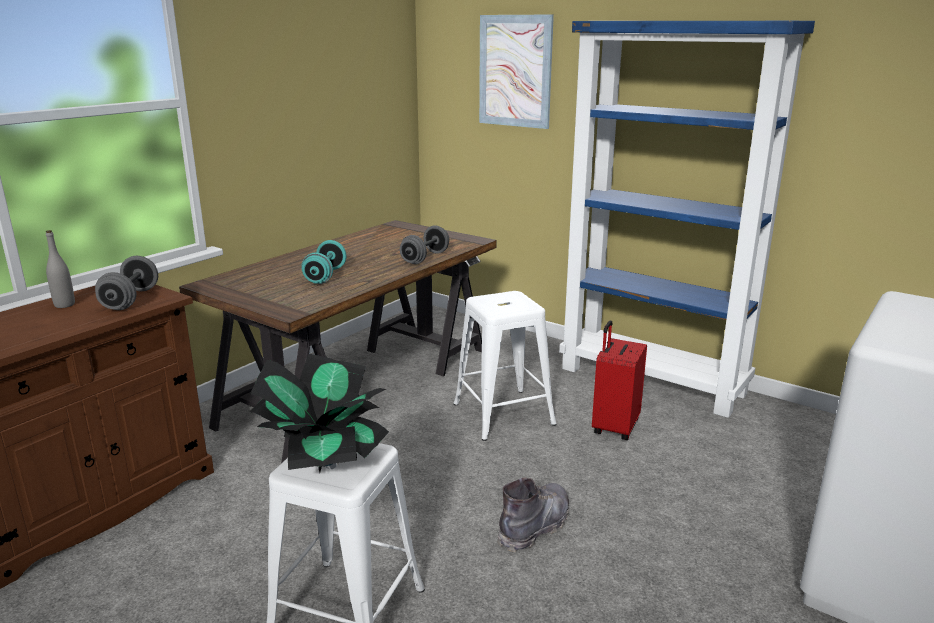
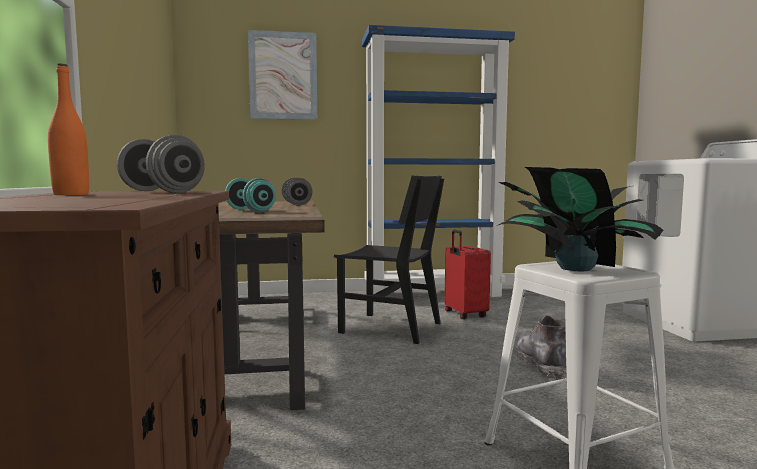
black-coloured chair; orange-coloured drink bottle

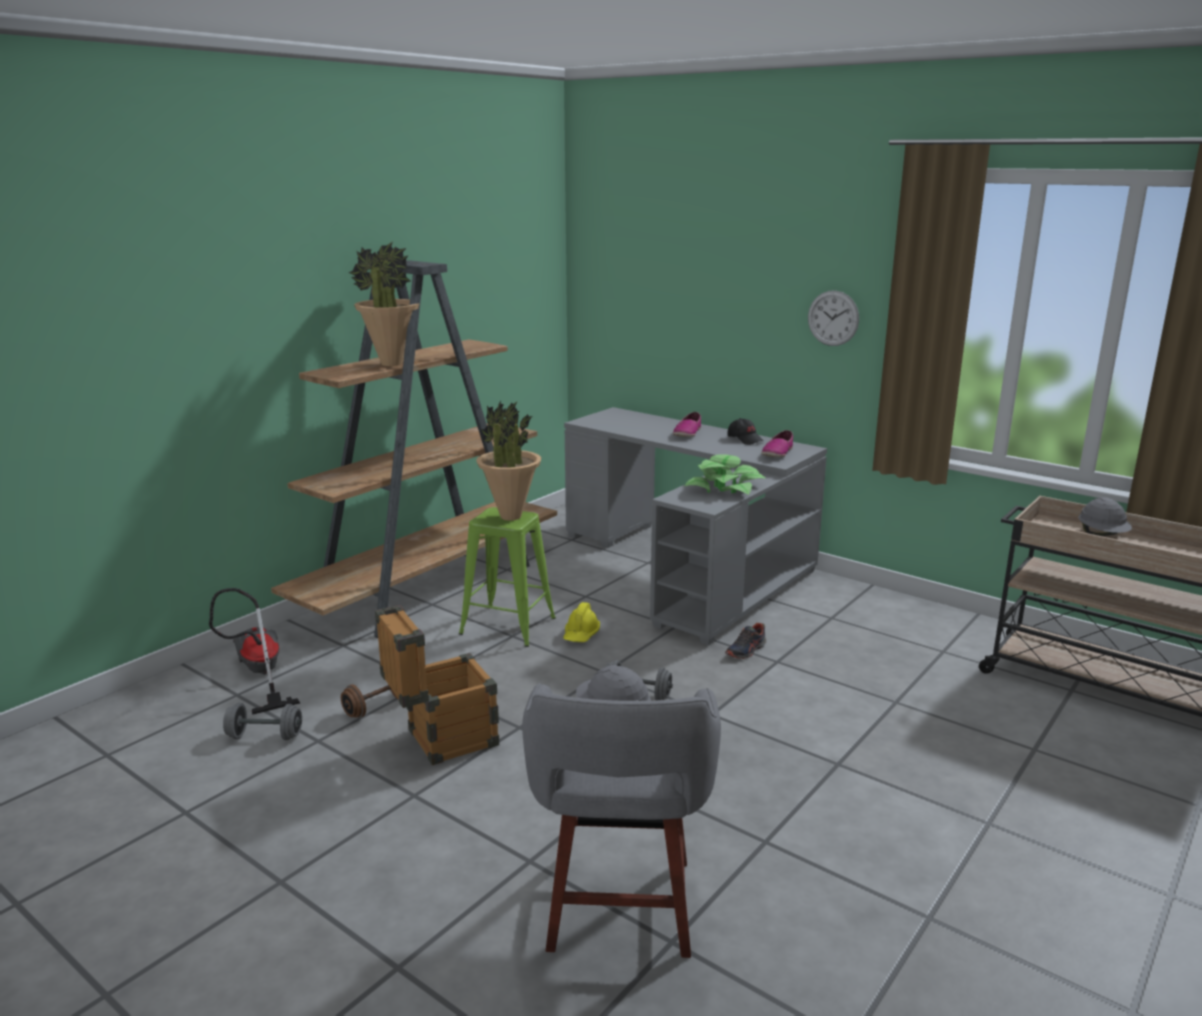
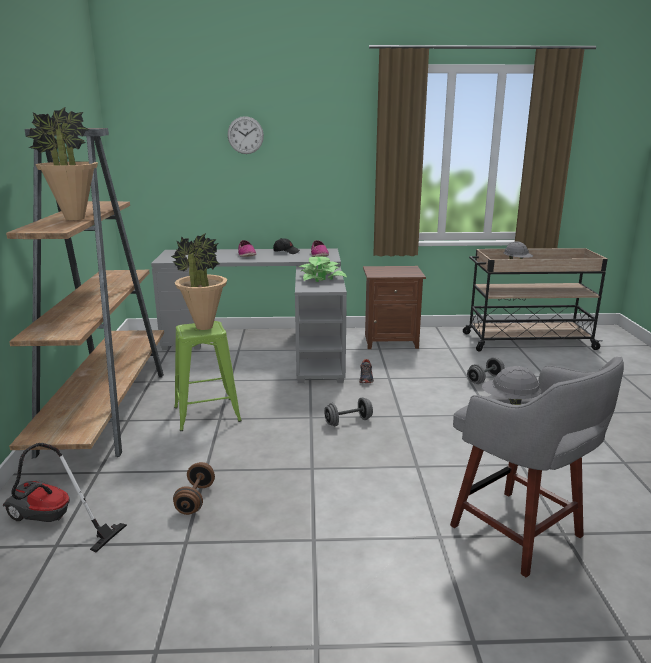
shipping crate; yellow-coloured hard hat; brown-coloured nightstand; gray dumbbell (2nd from left); hanging clock

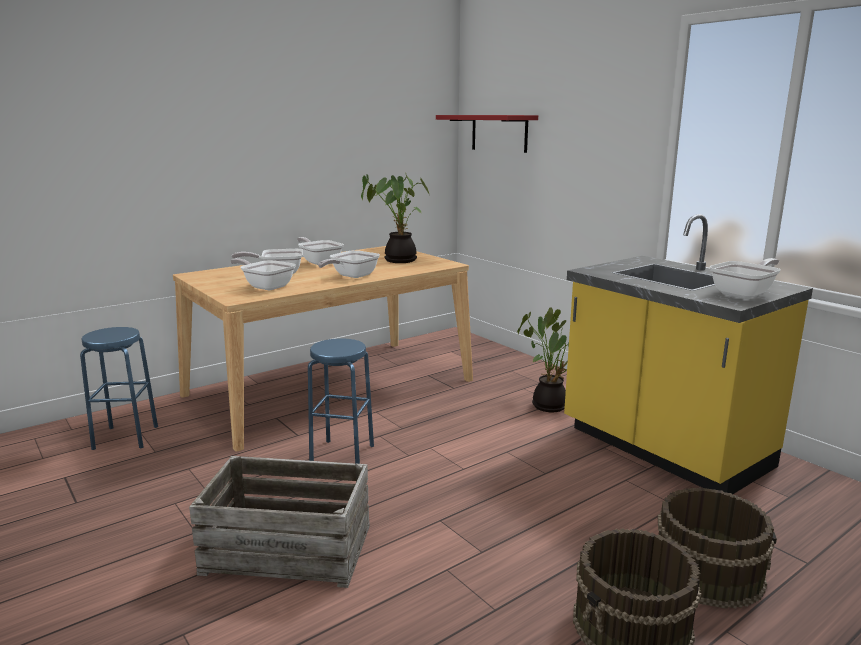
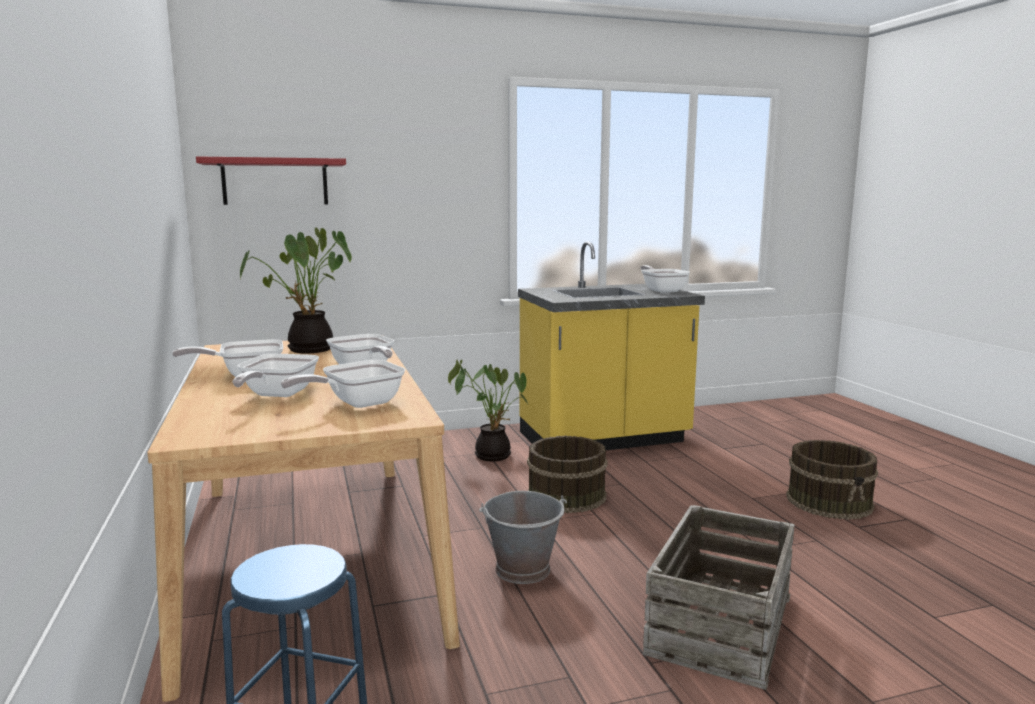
brown-coloured bucket (1st from left); gray bucket

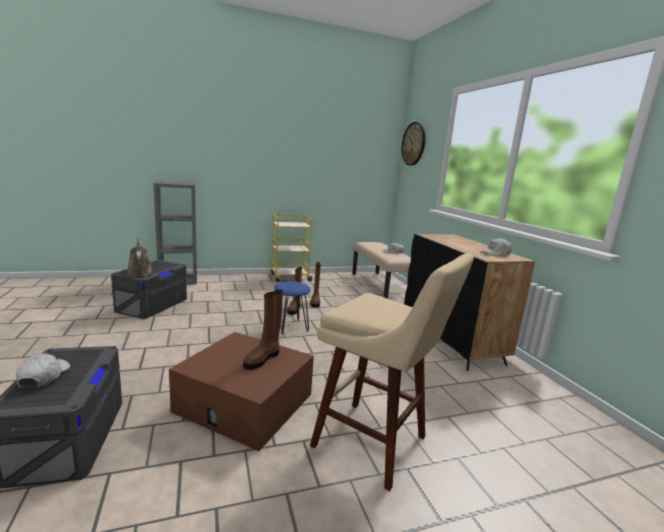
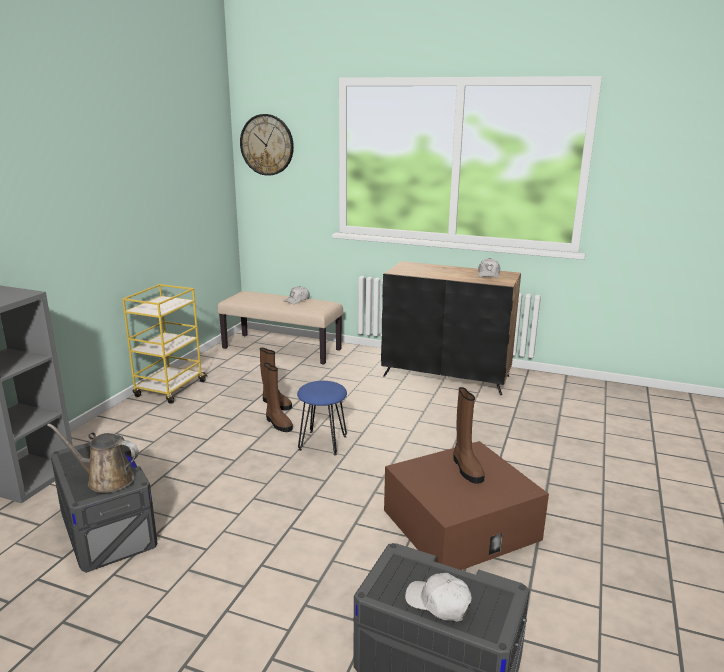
sand-coloured sitting stool

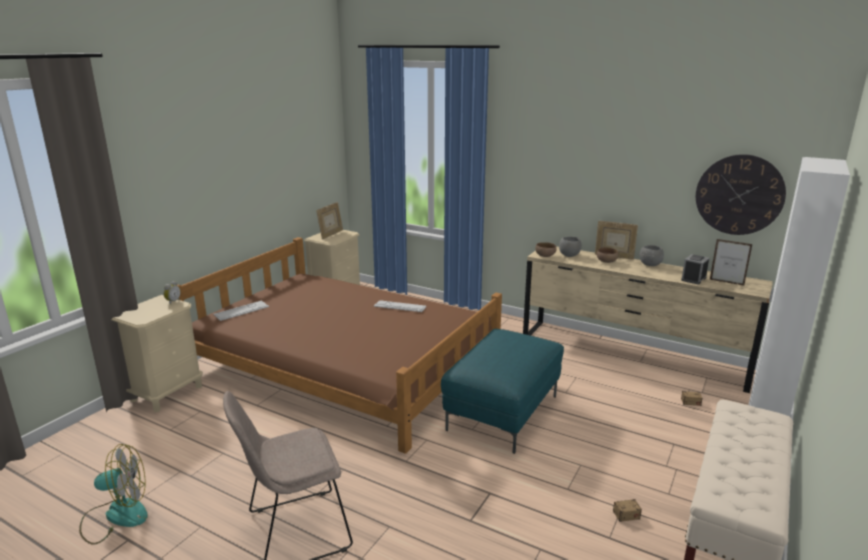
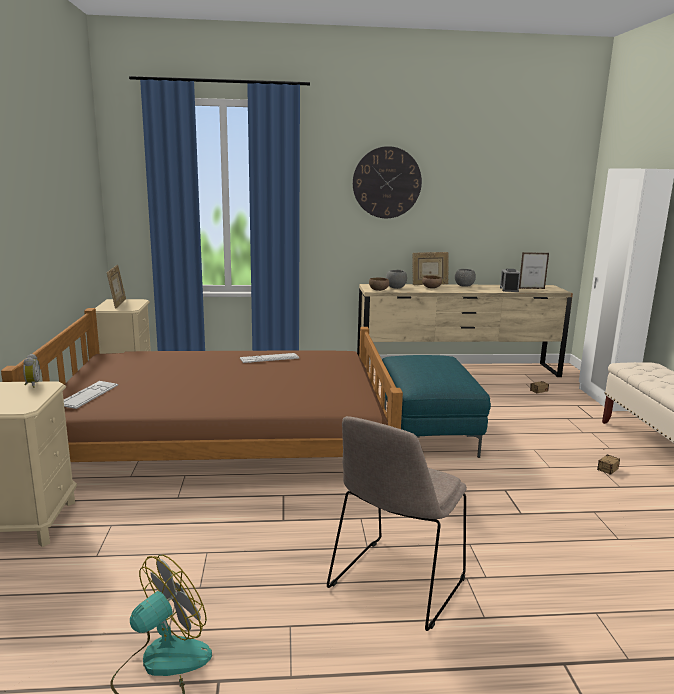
hanging clock

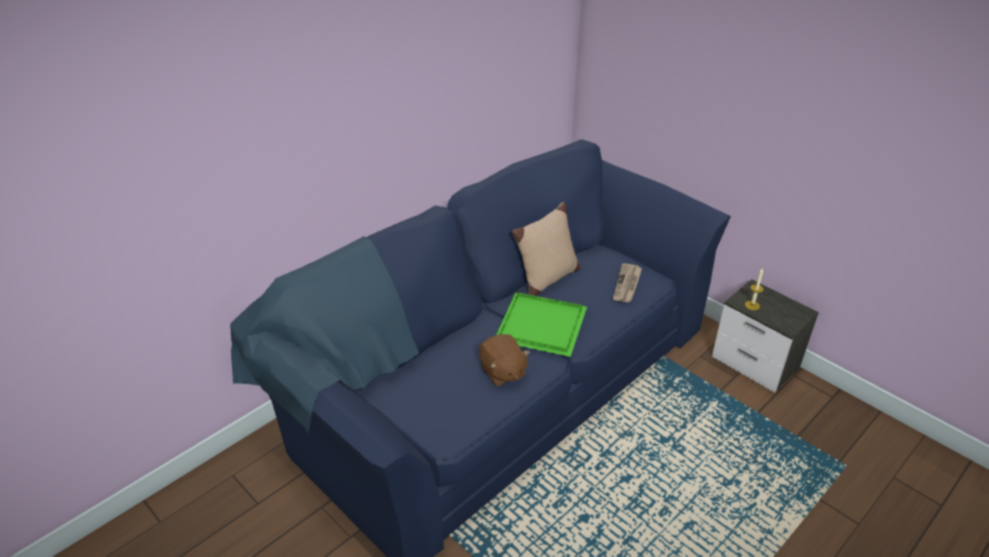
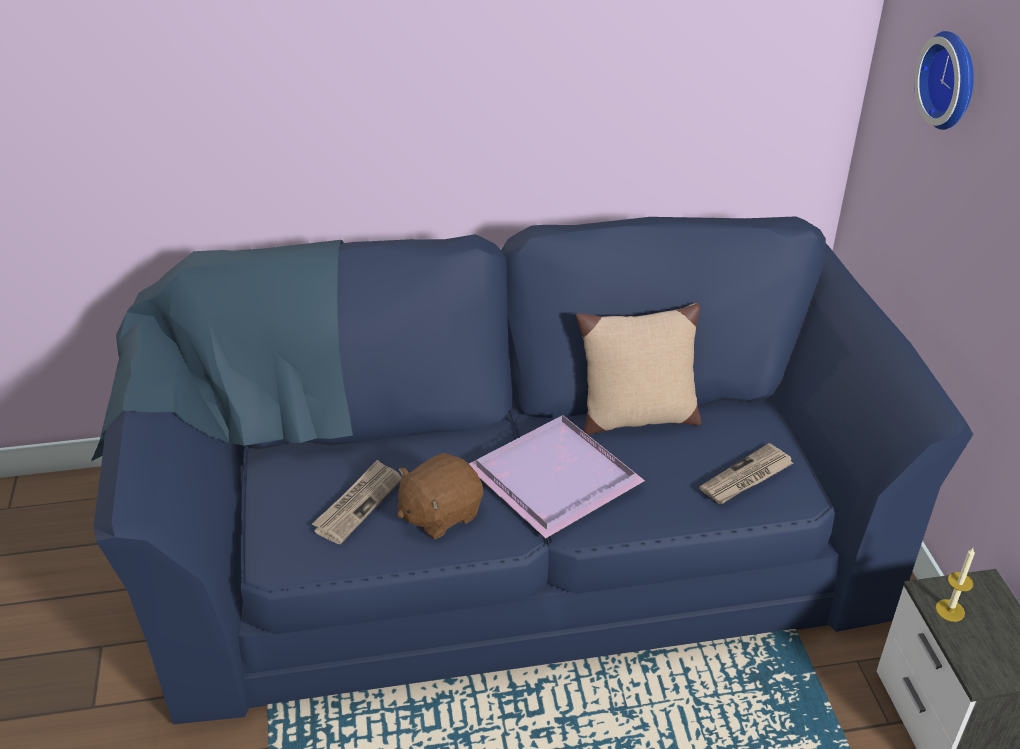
newspaper (1st from left); hanging clock; purple serving tray; brown-coloured plush toy

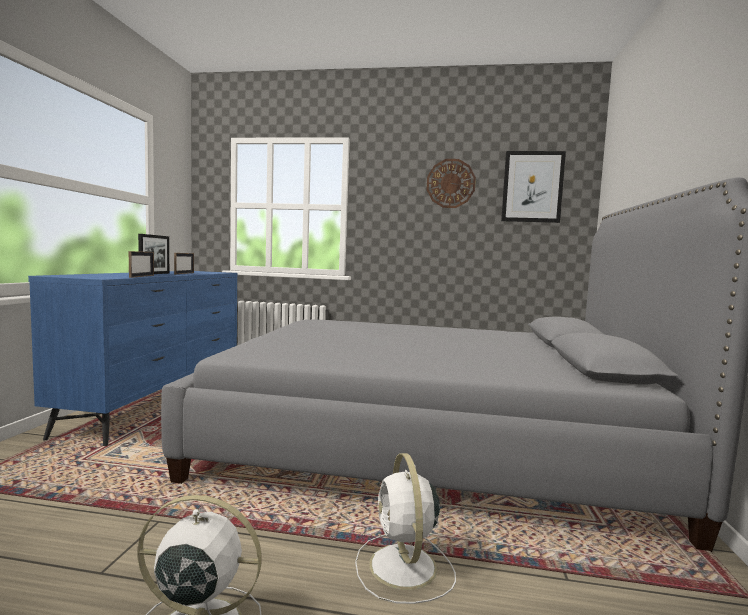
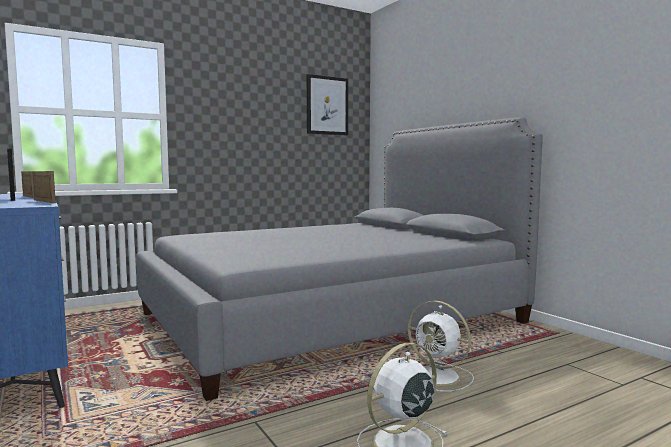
hanging clock

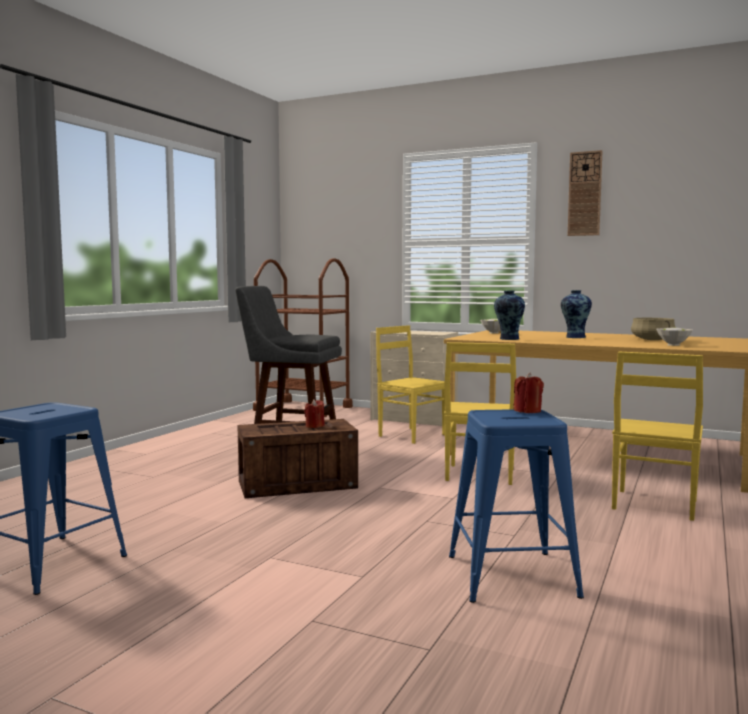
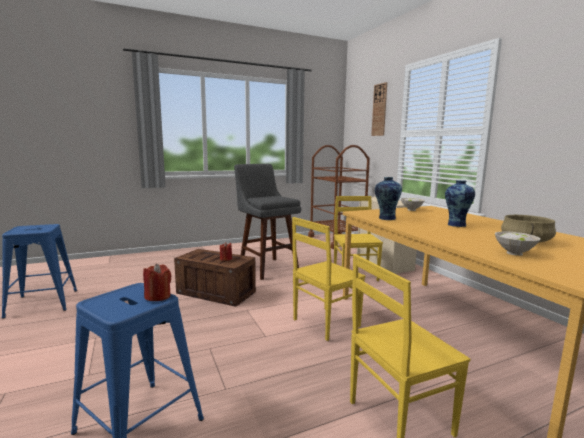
hanging clock

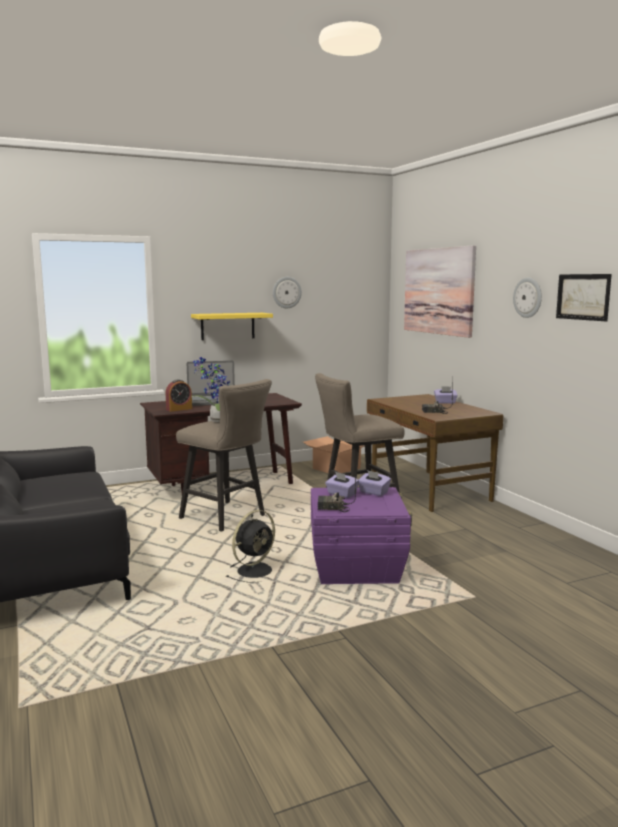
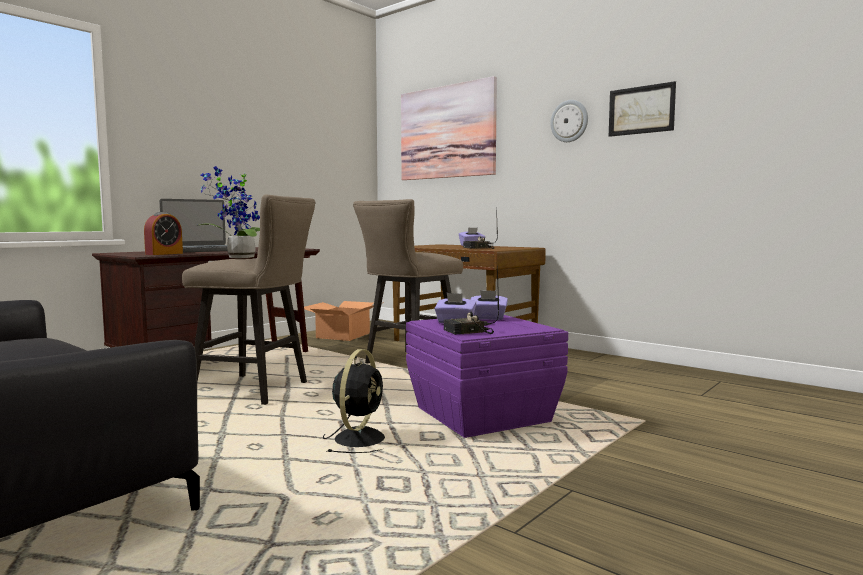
yellow-coloured bracket shelf; hanging clock (1st from left in the first image)

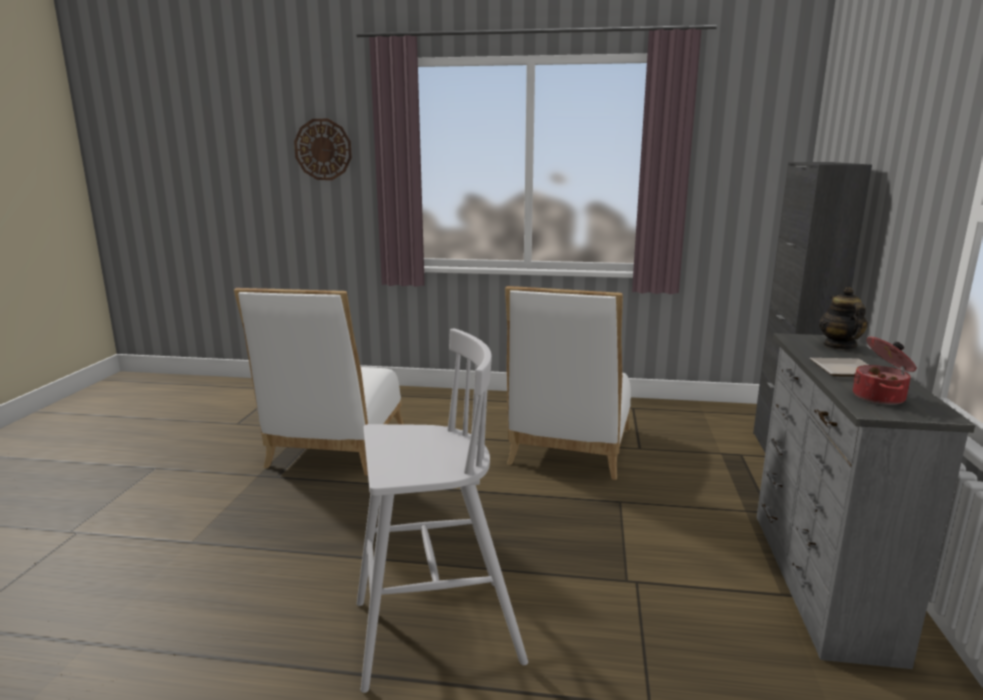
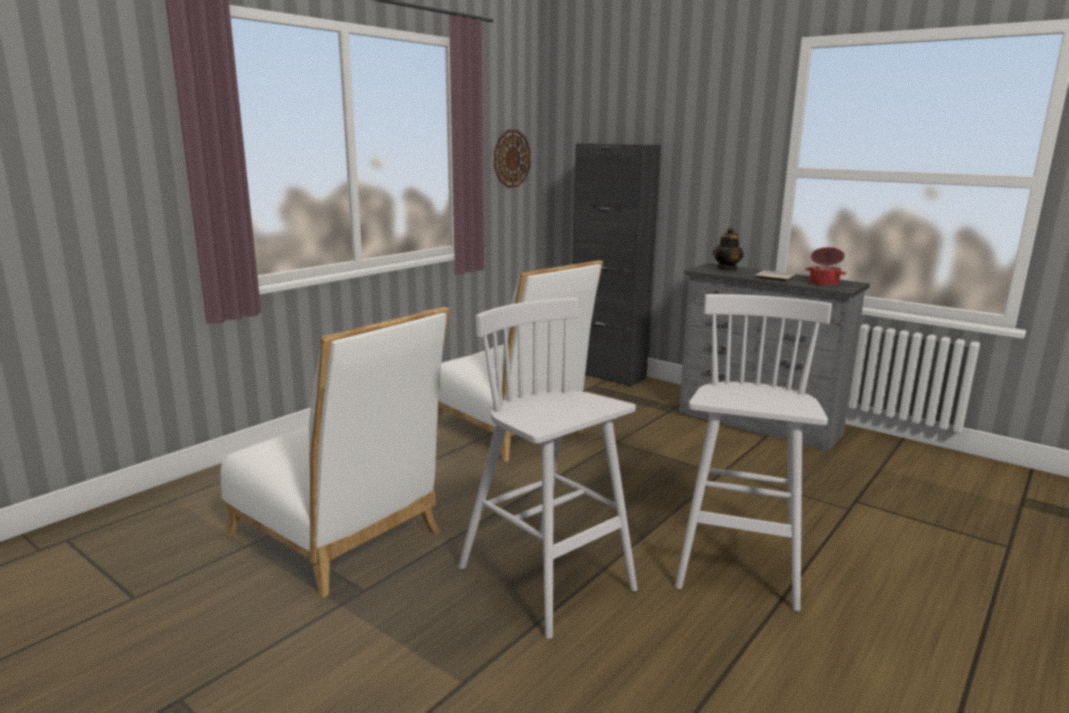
white-coloured sitting stool (1st from left); hanging clock; tea pot

